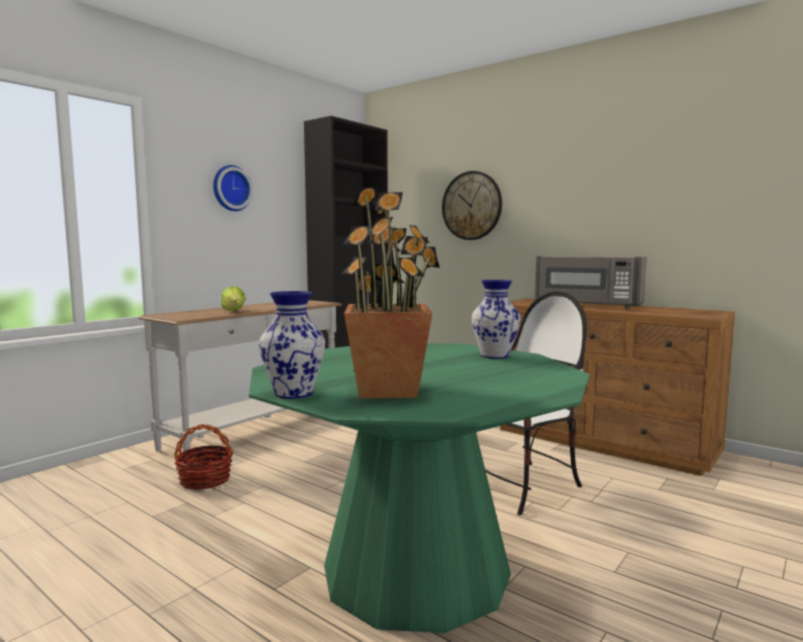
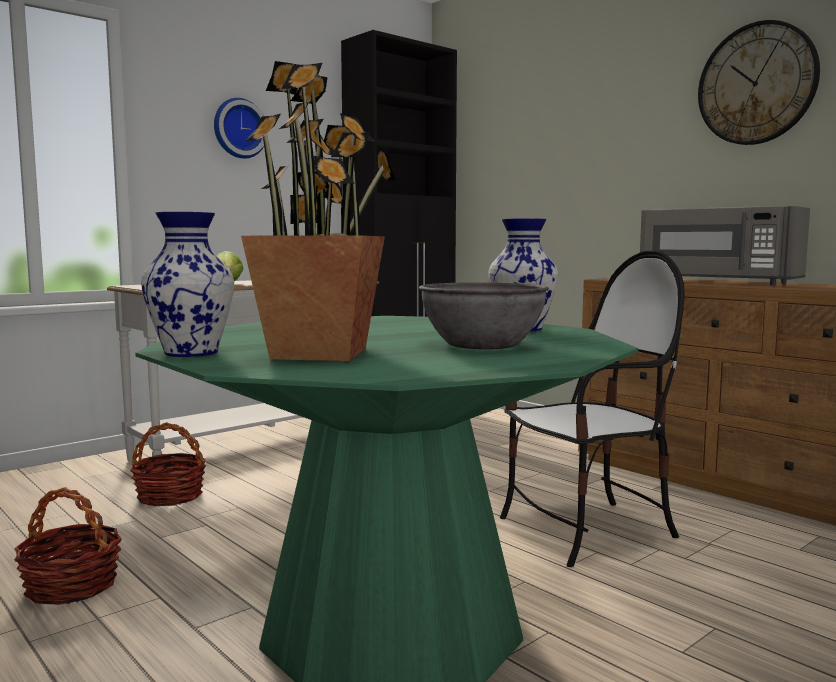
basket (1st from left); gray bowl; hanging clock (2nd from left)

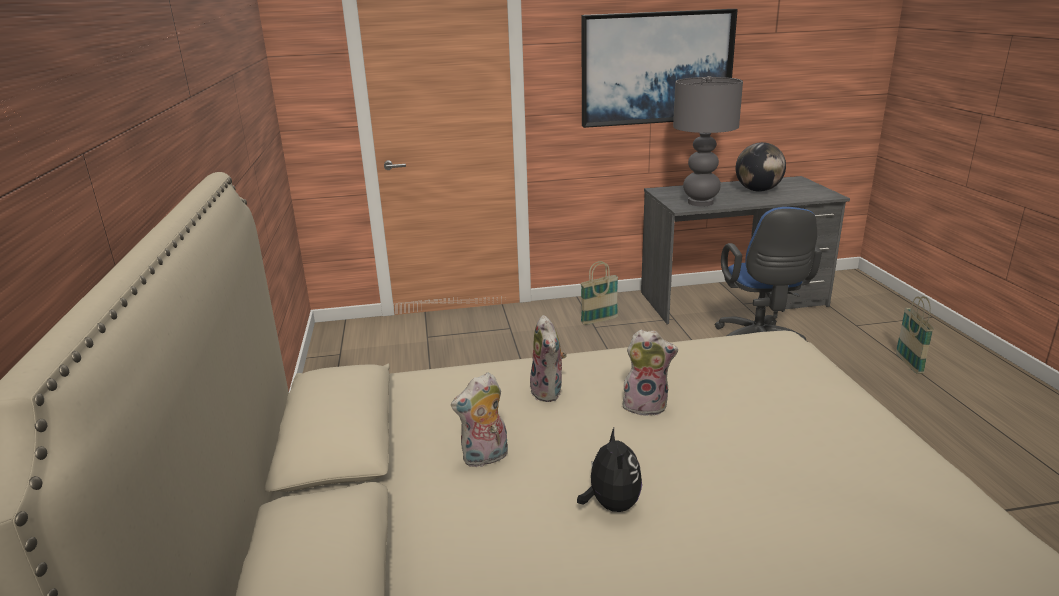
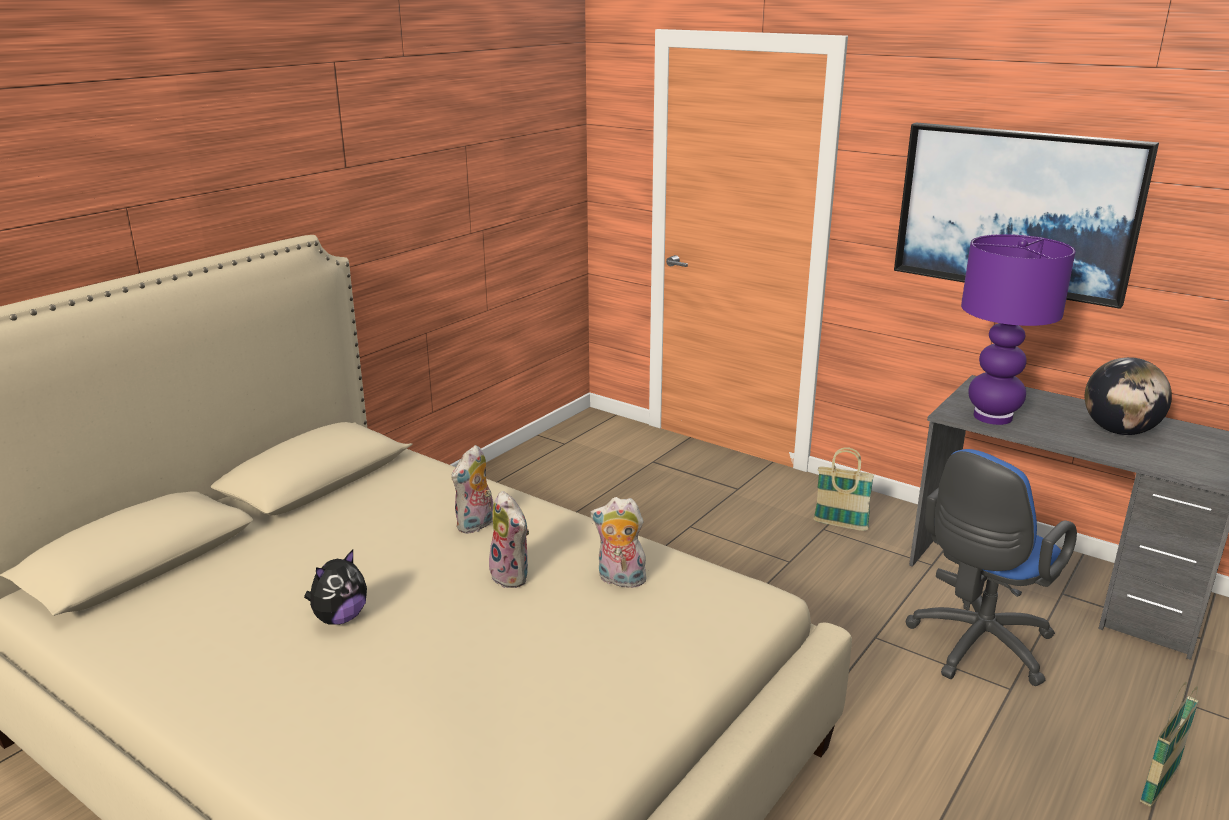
plush toy (4th from left); purple table lamp

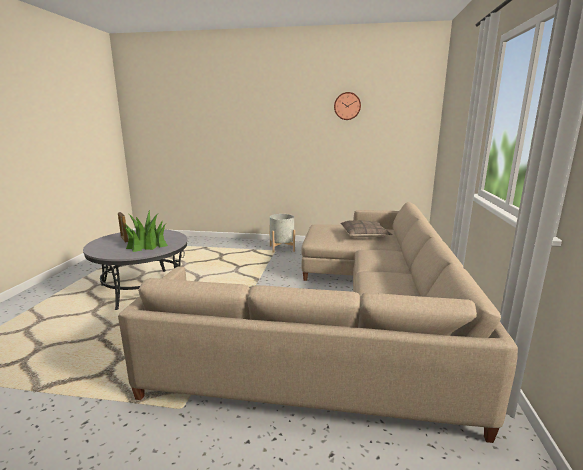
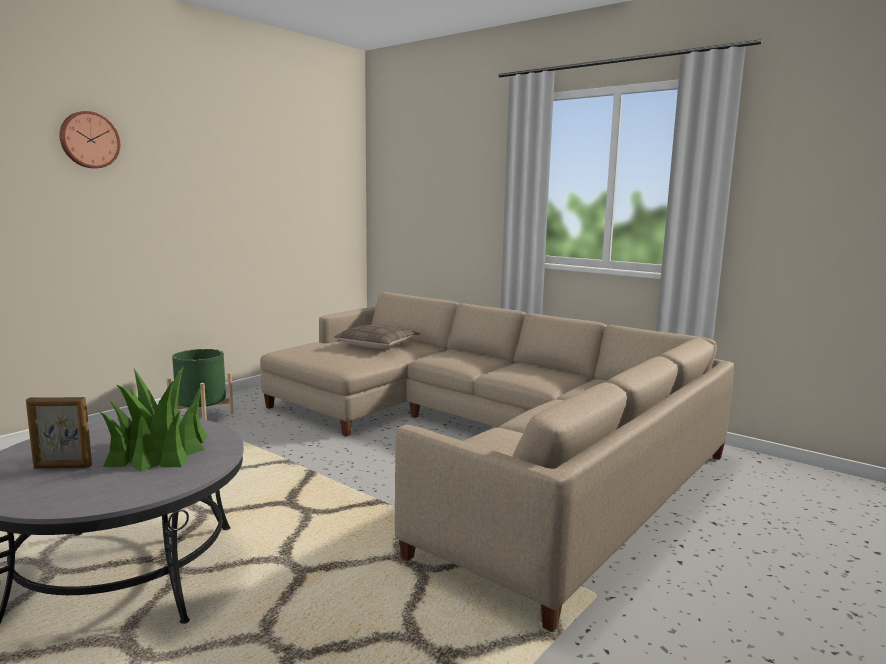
hanging clock; green plant pot

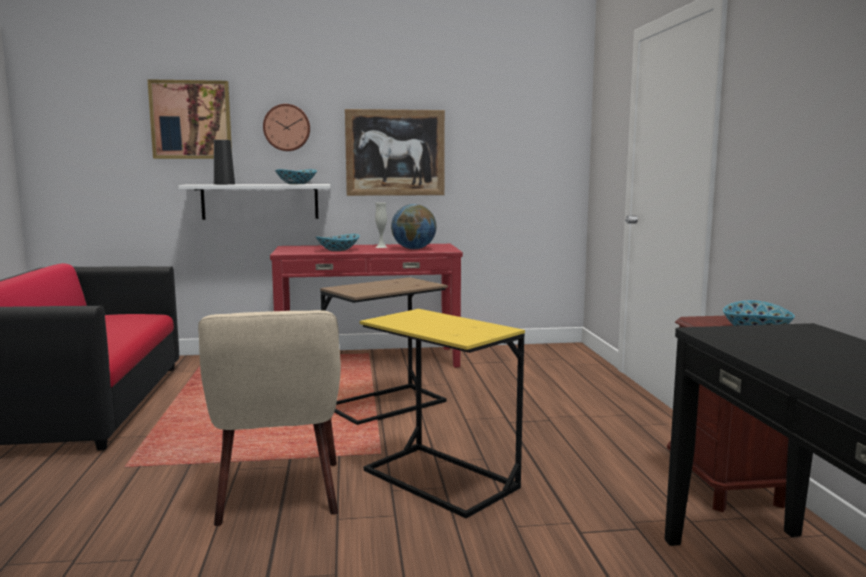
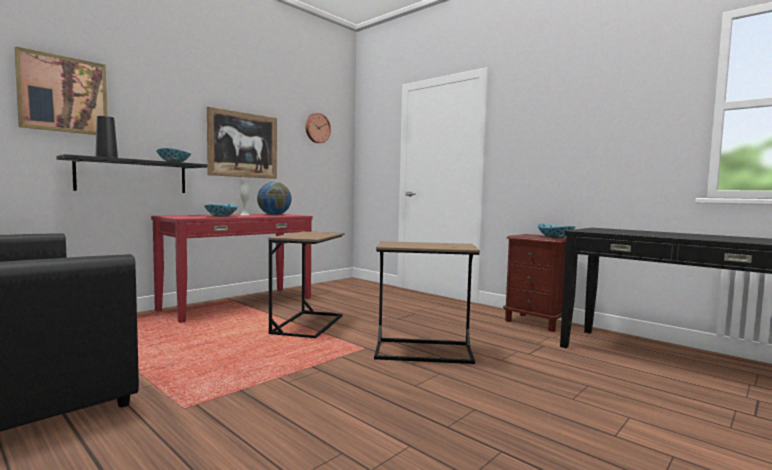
sand-coloured armchair; hanging clock; black-coloured bracket shelf; brown-coloured accent table (2nd from left)

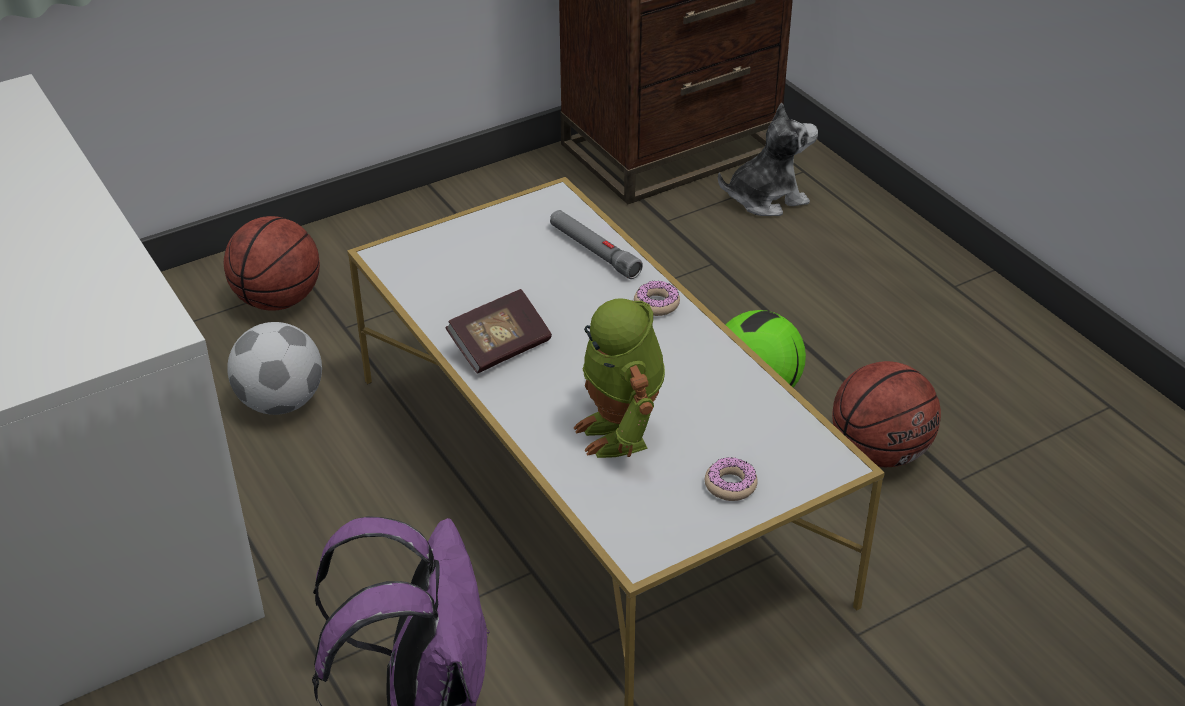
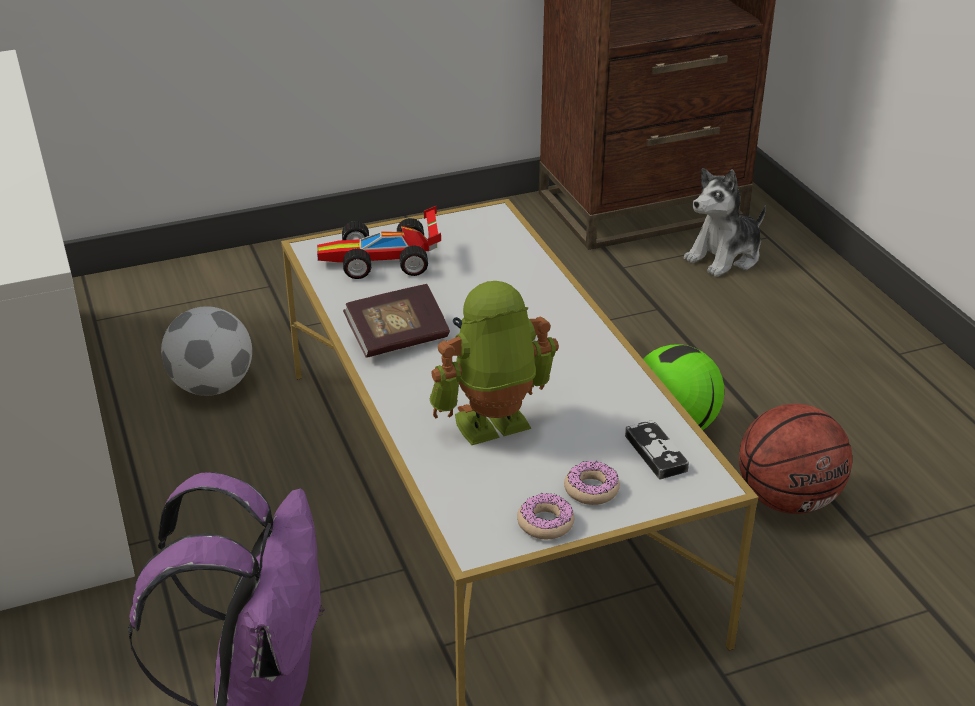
ball for basketball (1st from left in the first image); gray hand torch; toy car; game controller; doughnut (1st from left); model robot; plush toy

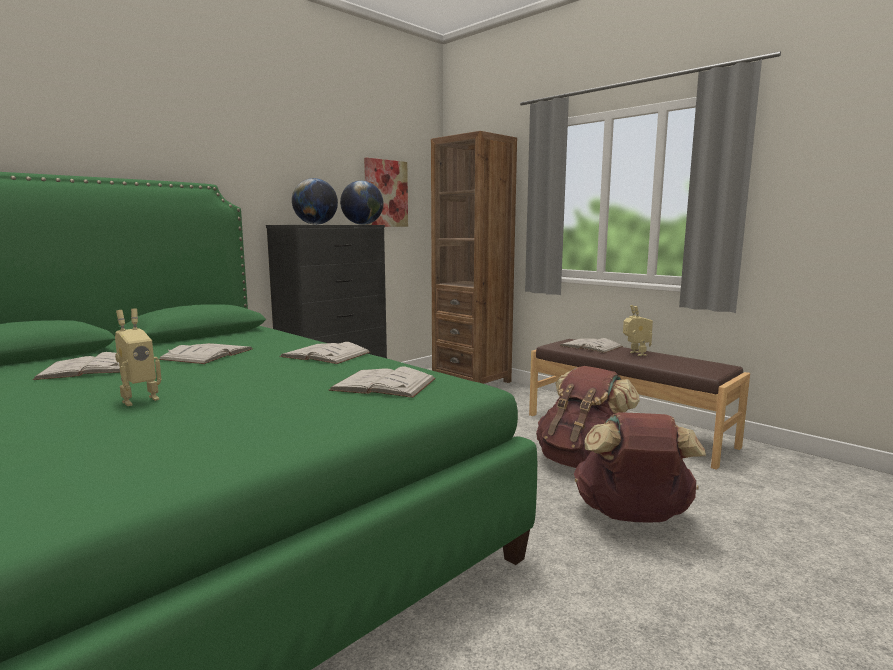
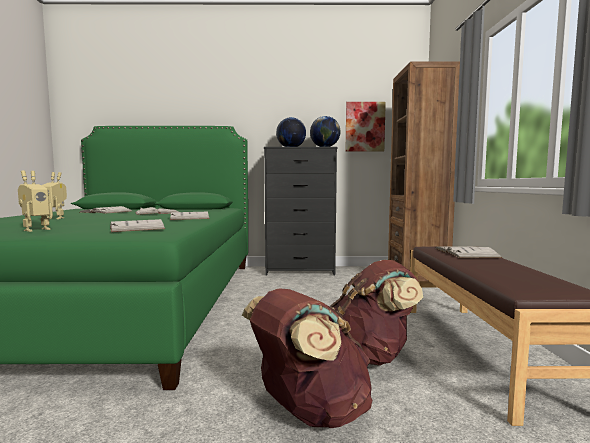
model robot (1st from left)

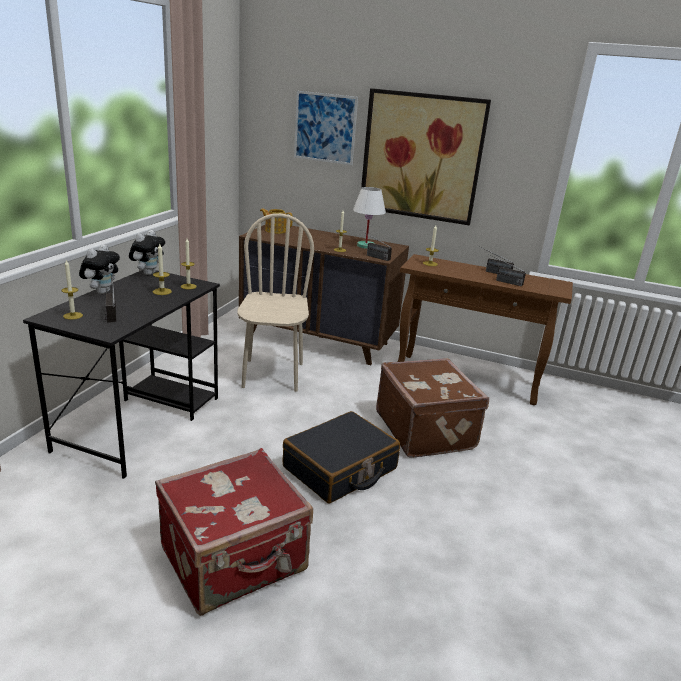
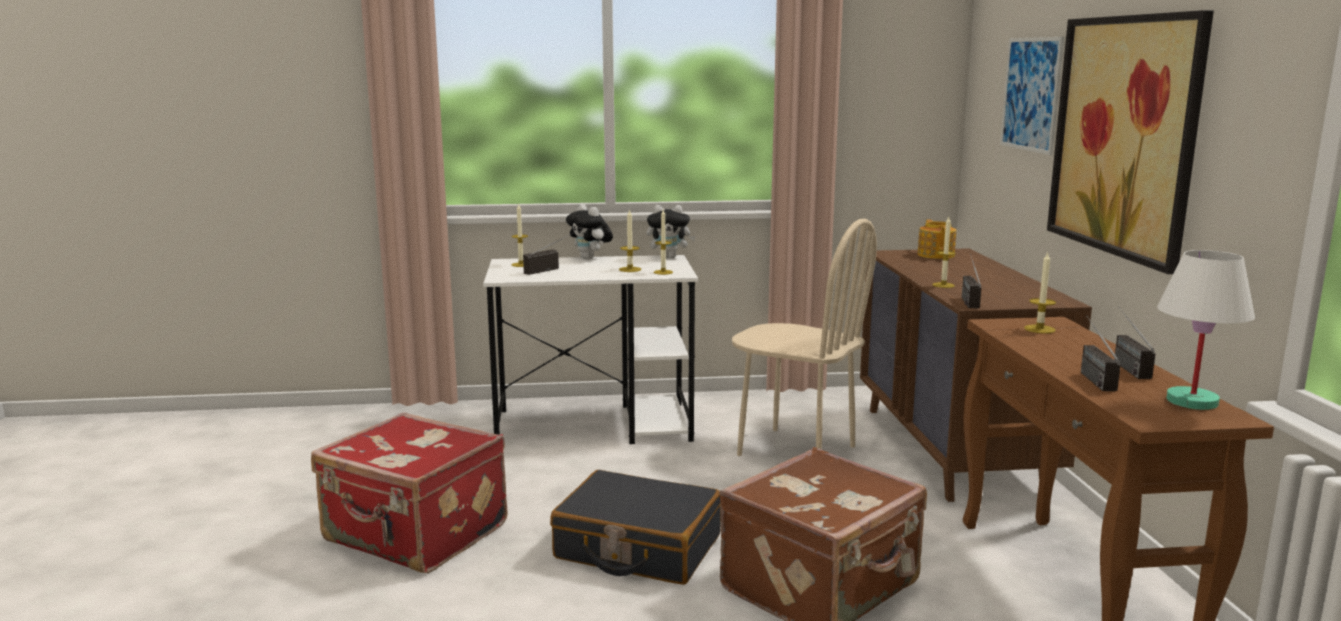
white-coloured table lamp; white-coloured desk unit; plush toy (1st from left); sand-coloured chair

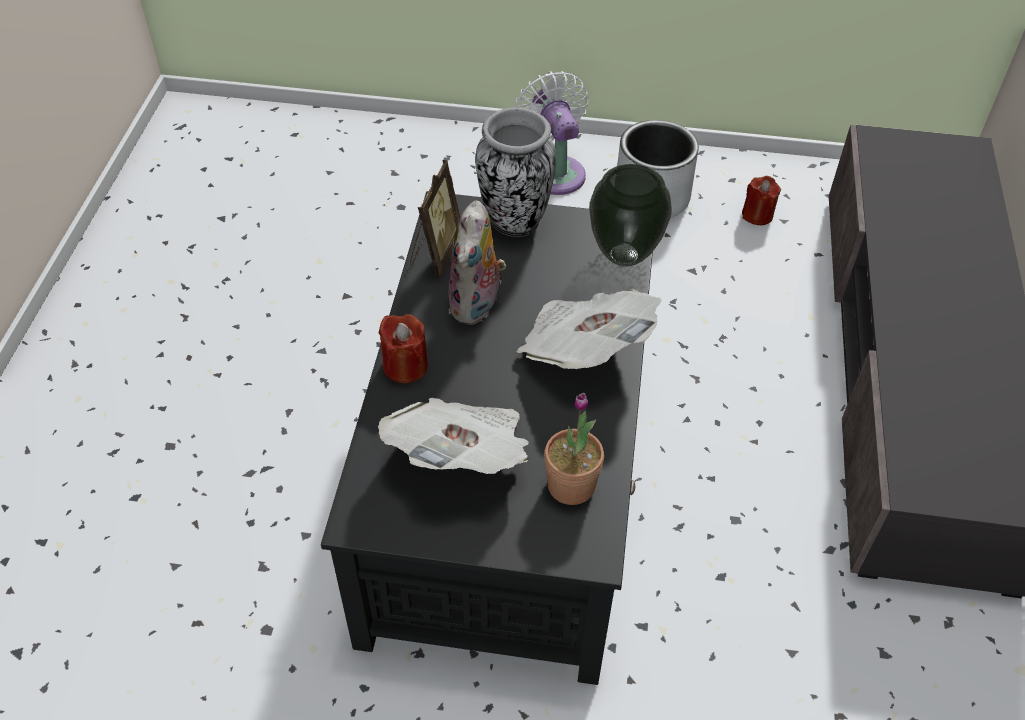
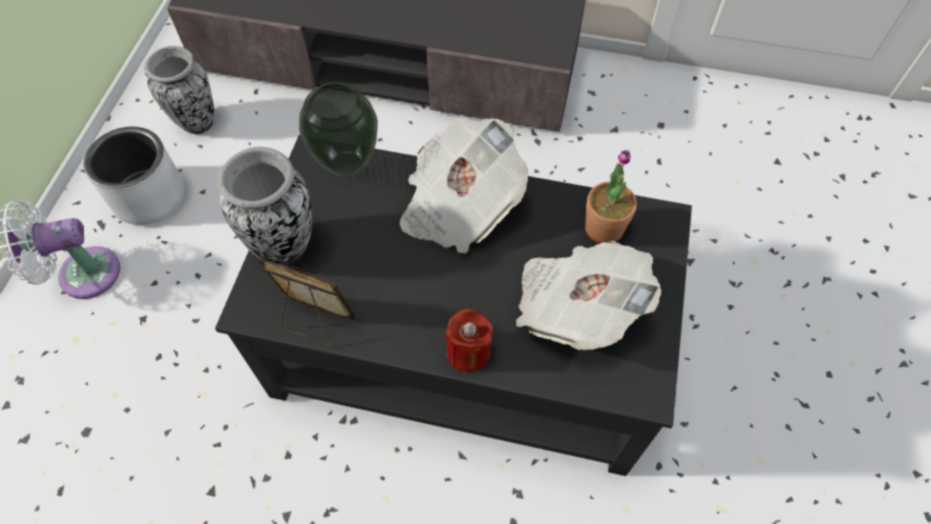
plush toy; vase (1st from left)

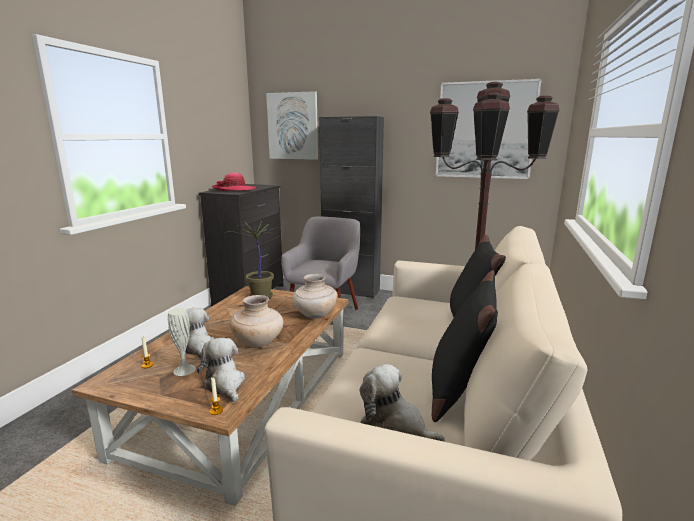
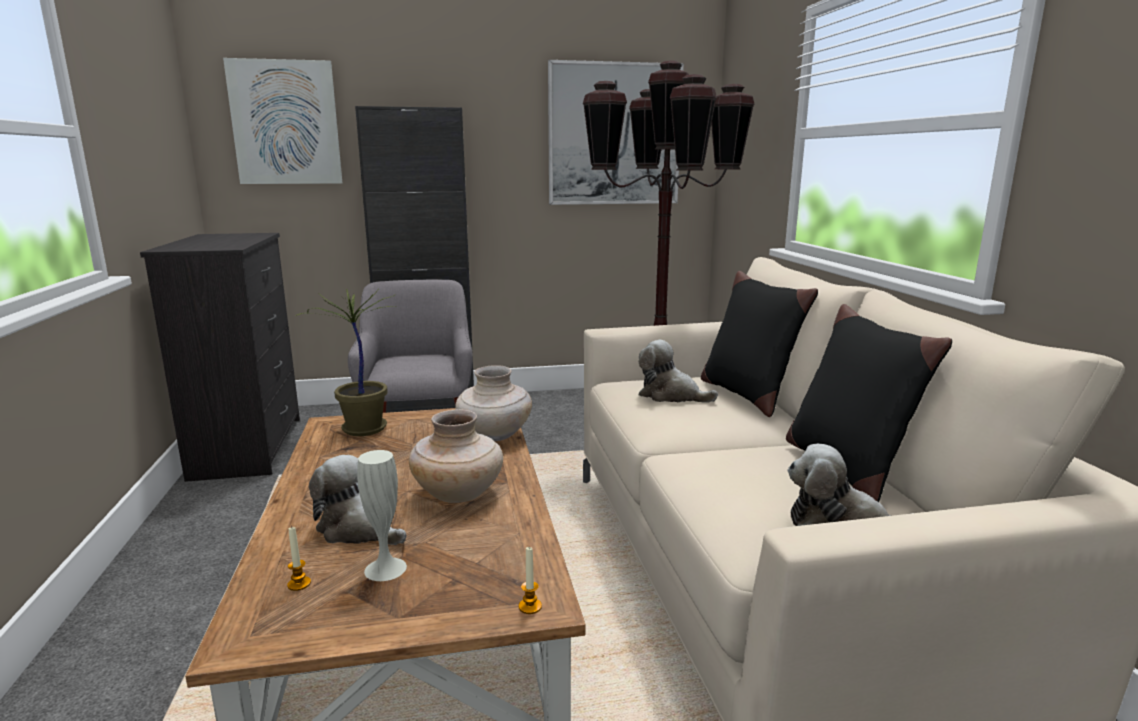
clothing hat; plush toy (2nd from left)

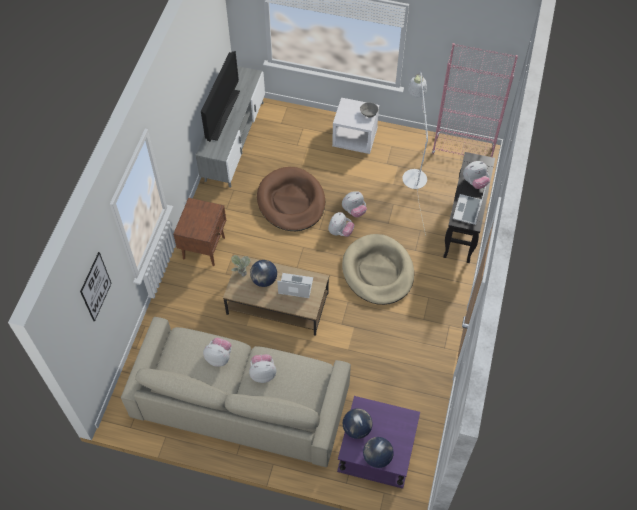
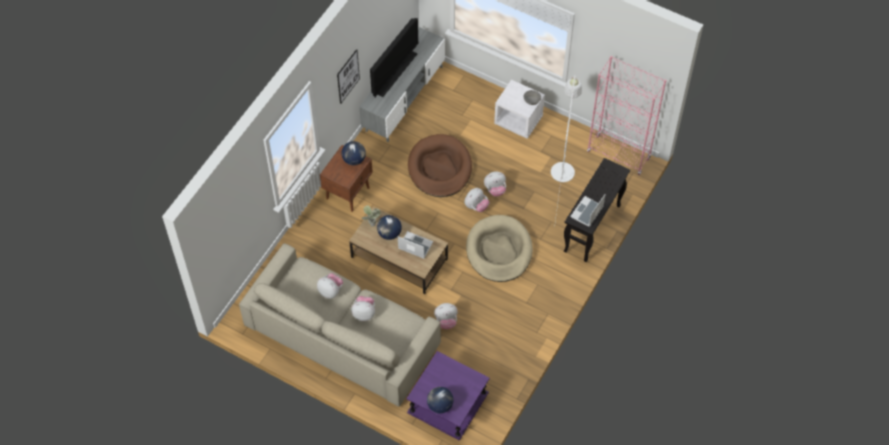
wall picture; desk globe (1st from left); plush toy (3rd from left)

